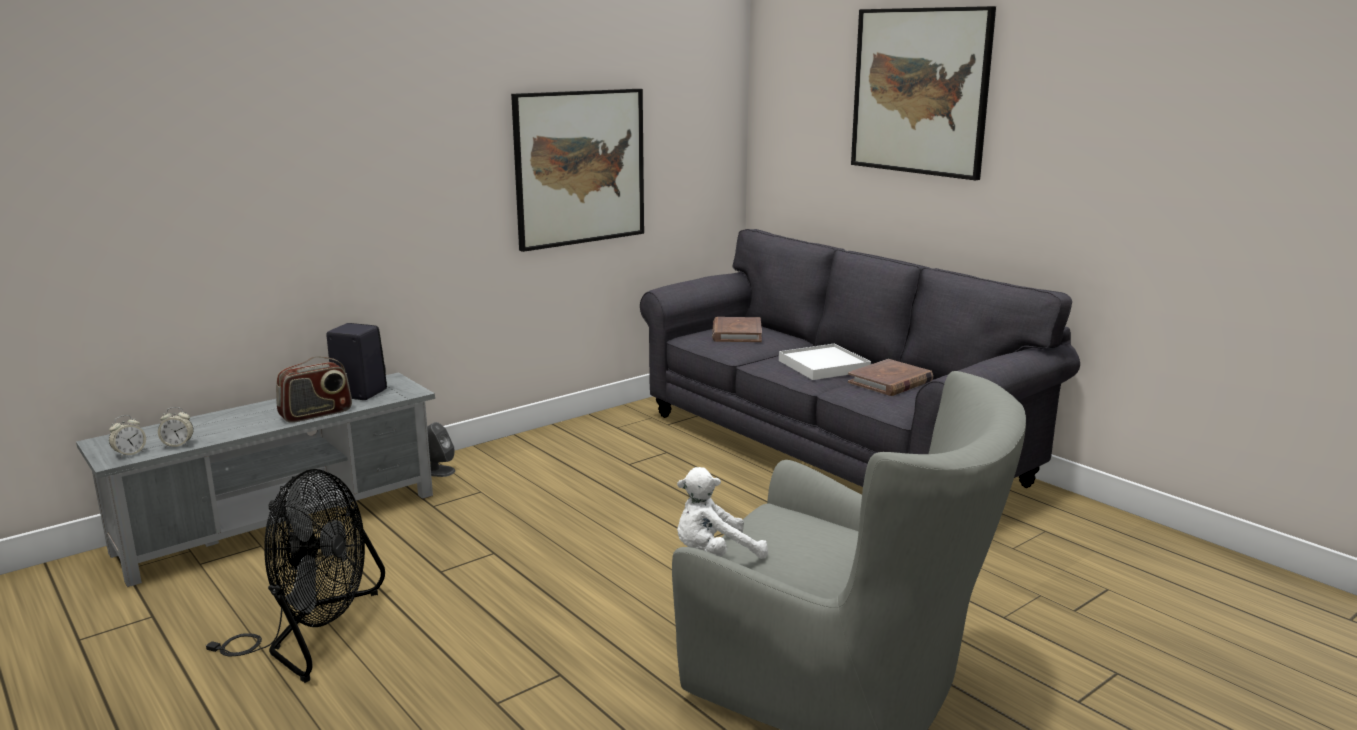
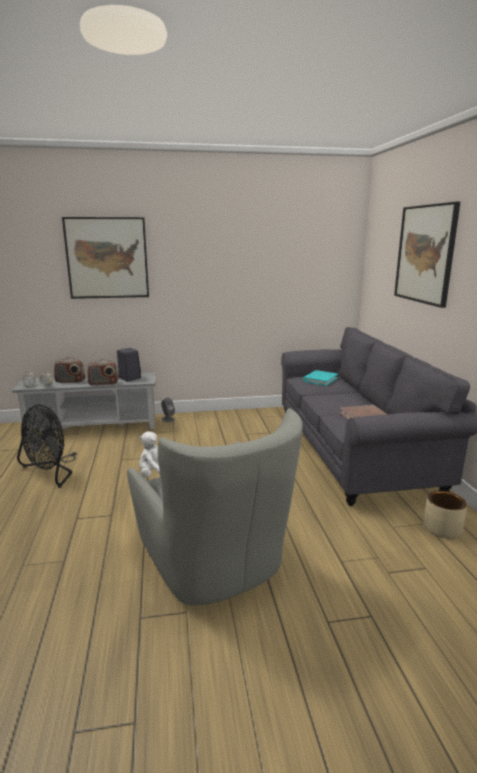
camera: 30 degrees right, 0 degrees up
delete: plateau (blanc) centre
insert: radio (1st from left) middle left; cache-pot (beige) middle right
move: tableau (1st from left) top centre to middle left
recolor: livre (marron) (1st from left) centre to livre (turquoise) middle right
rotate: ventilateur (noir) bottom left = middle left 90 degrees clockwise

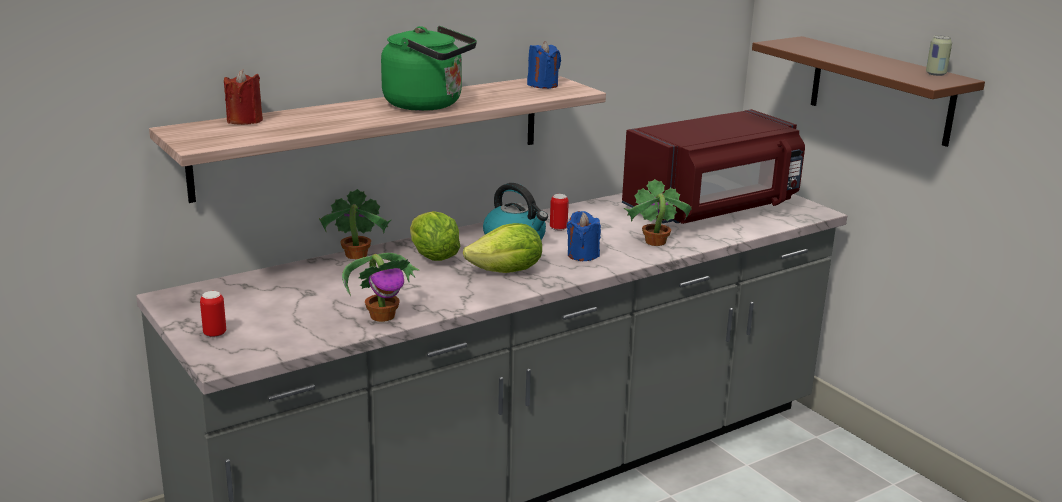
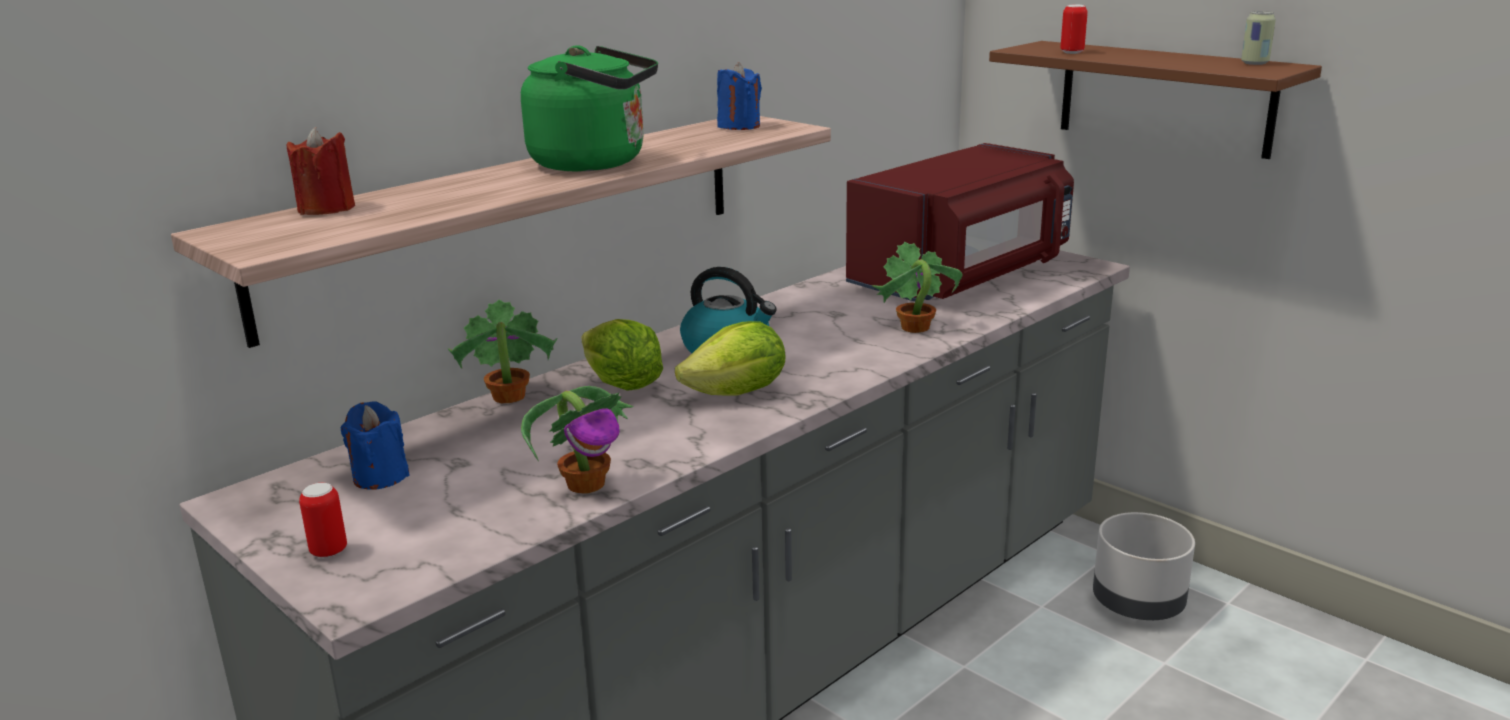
camera: 10 degrees left, 0 degrees up
insert: cache-pot (gris) bottom right
move: boîte métallique (2nd from left) centre to top right; bougie (bleu) (2nd from left in the first image) centre to bougie (bleu) (1st from left) middle left

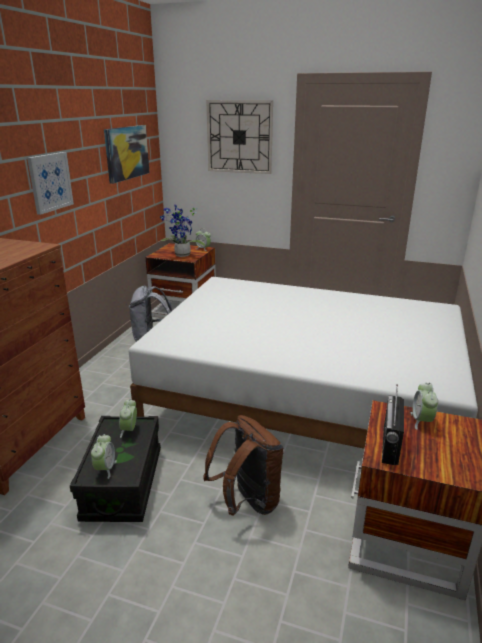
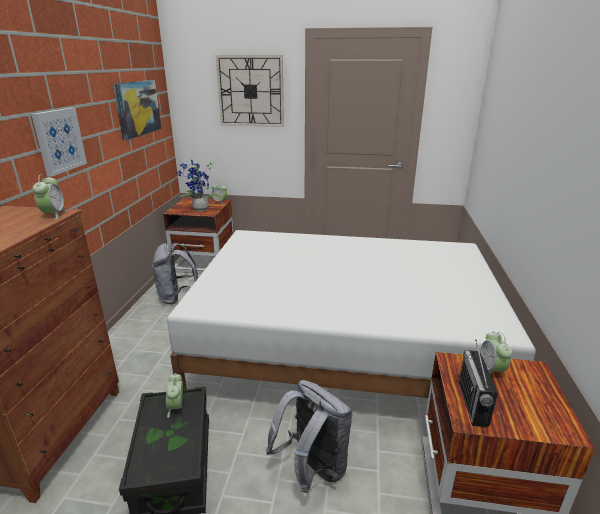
camera: 10 degrees left, 0 degrees up
move: réveil (1st from left) bottom left to middle left
recolor: sac à dos (marron) bottom centre to sac à dos (gris) (2nd from left) bottom centre

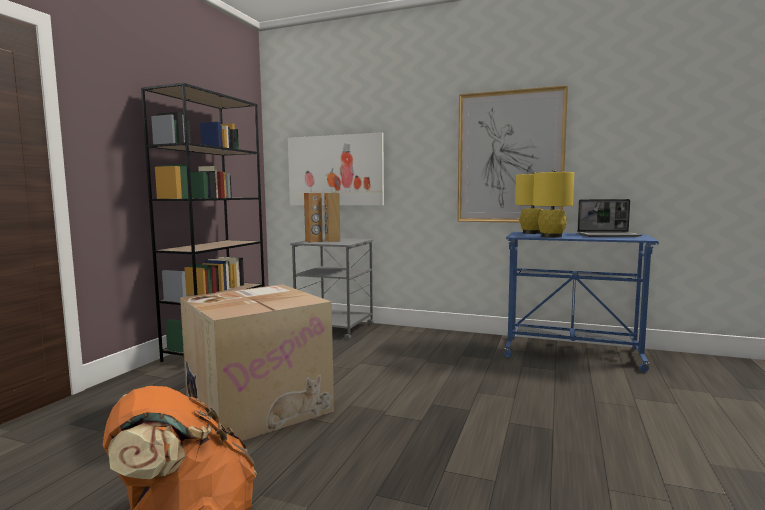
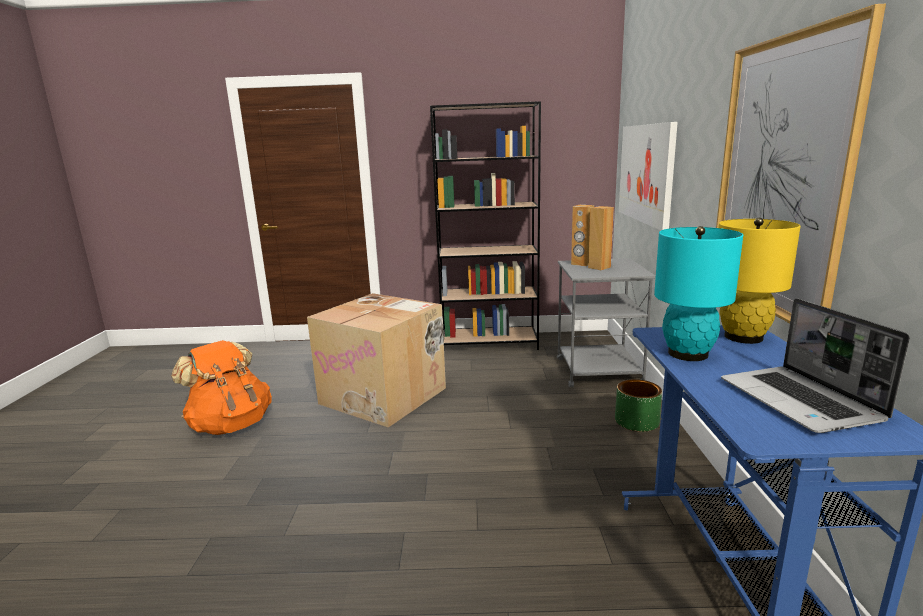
camera: 70 degrees right, 10 degrees up
insert: cache-pot (vert) middle right
recolor: lampe de table (jaune) (2nd from left) middle right to lampe de table (turquoise) middle right

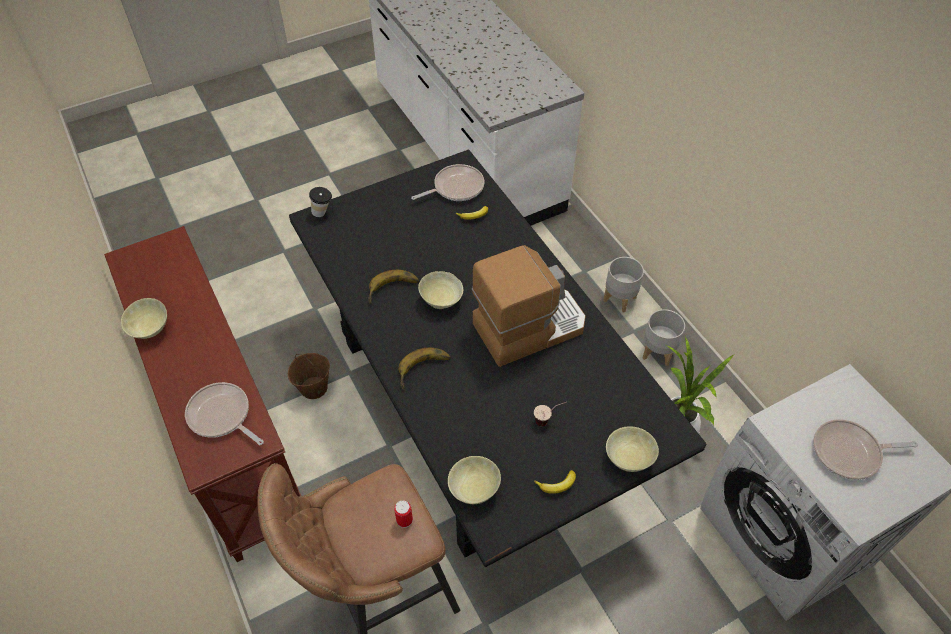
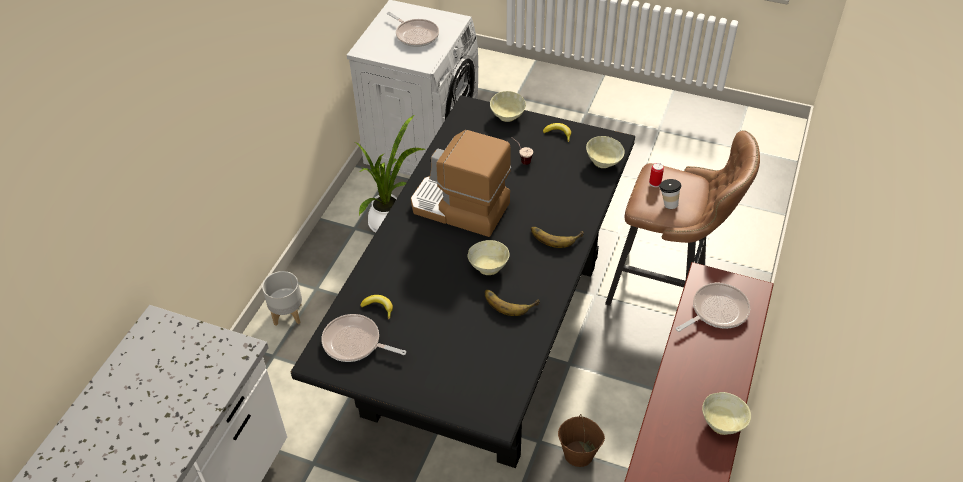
camera: 130 degrees left, 5 degrees down
delete: cache-pot (gris) (2nd from left) middle right
move: tasse (1st from left in the first image) top centre to tasse (2nd from left) middle right
rotate: poêle (1st from left in the first image) middle left = middle right 120 degrees counterclockwise

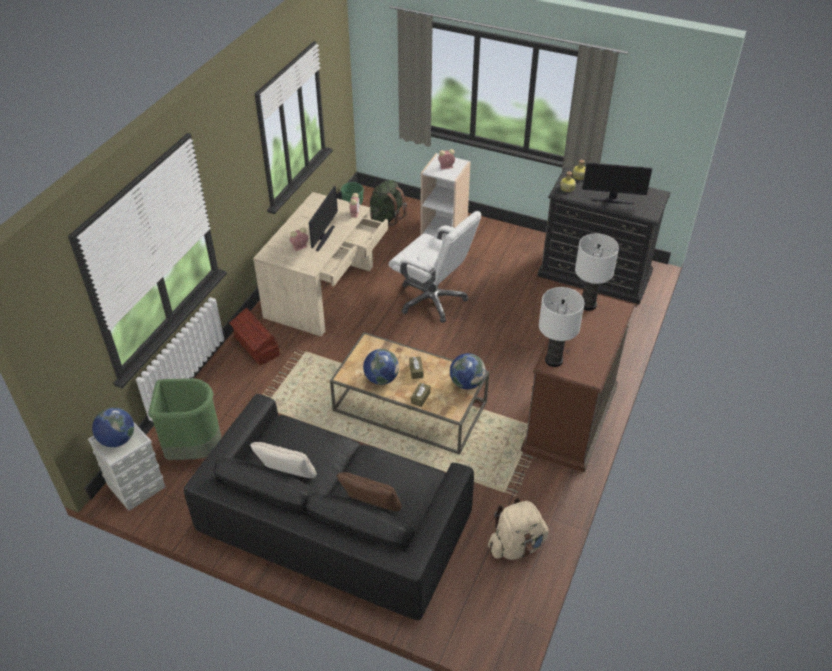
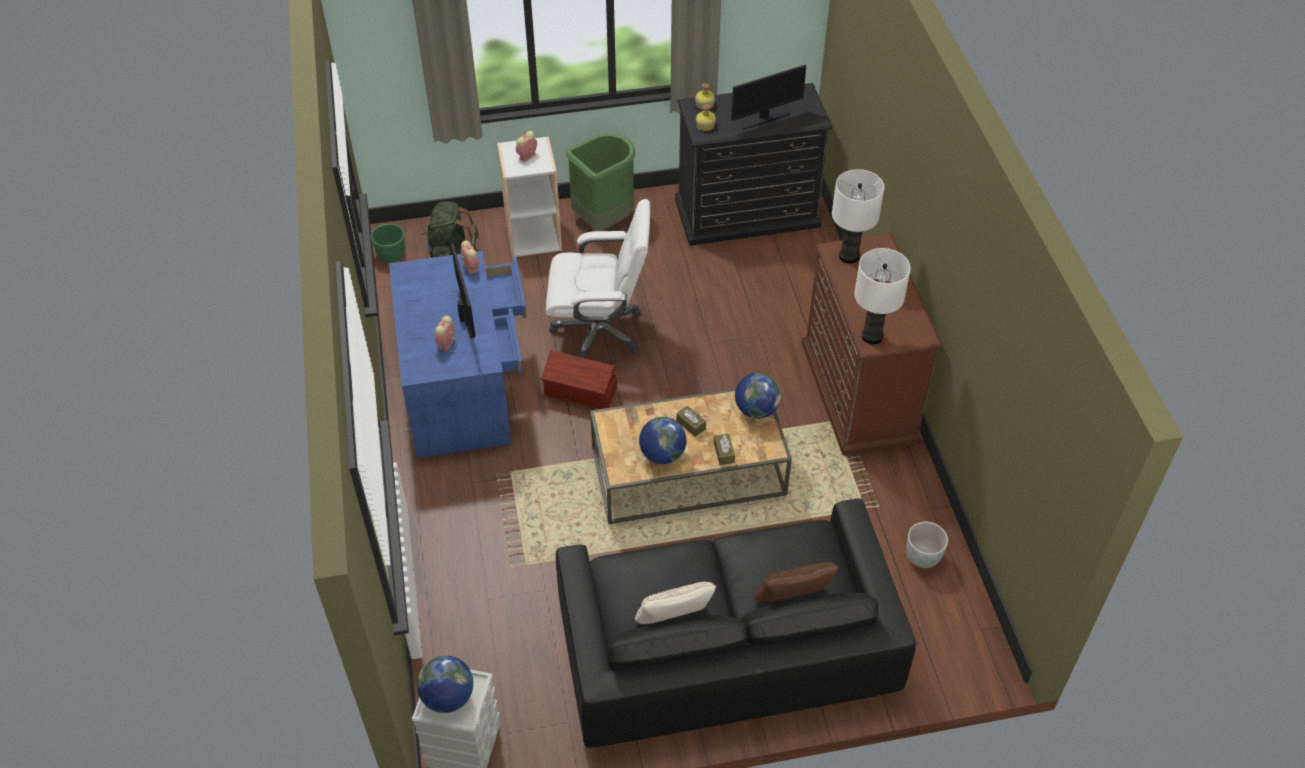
camera: 35 degrees left, 5 degrees up
move: poubelle (vert) middle left to top centre; boîte de rangement (marron) middle left to centre
replace: sac à dos (beige) bottom centre to cache-pot (gris) bottom right
recolor: bureau (beige) centre to bureau (bleu) centre

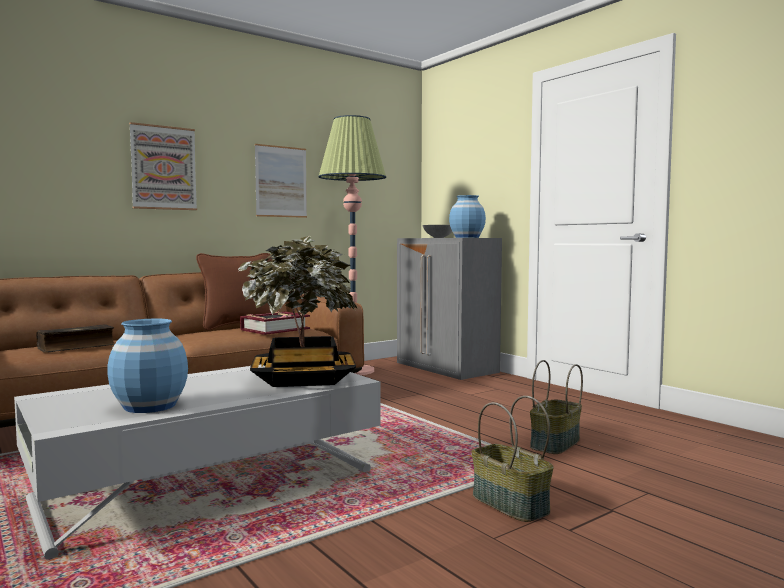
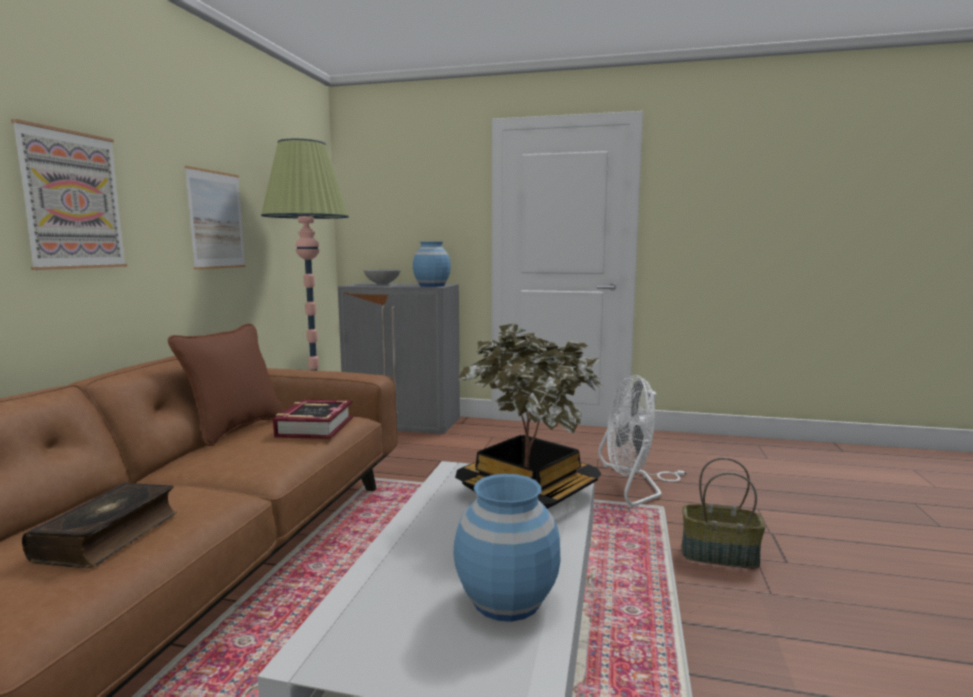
camera: 40 degrees left, 5 degrees up
replace: panier (2nd from left) bottom right to ventilateur (blanc) centre

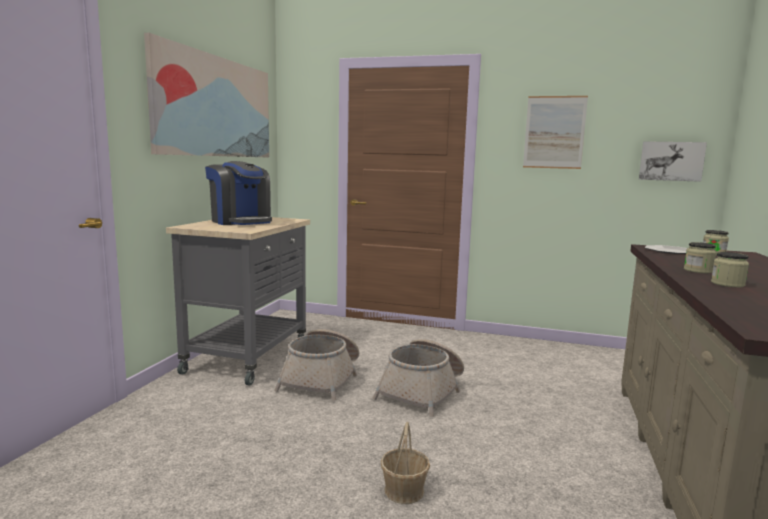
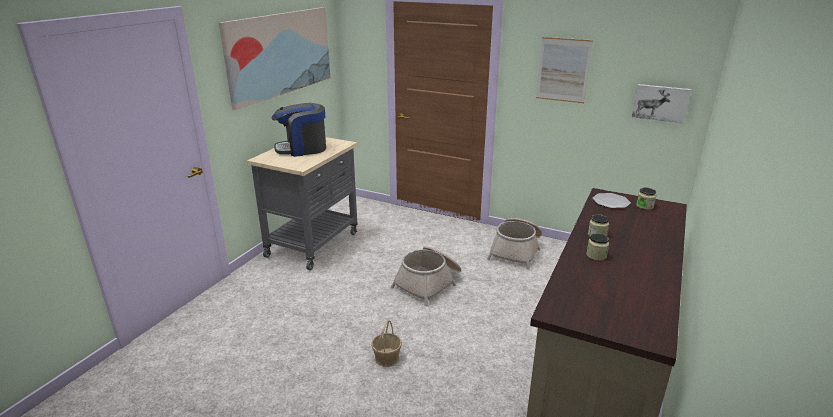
camera: 10 degrees right, 15 degrees up
move: panier (1st from left in the first image) bottom centre to panier (3rd from left) centre
rotate: machine à café middle left = top centre 105 degrees clockwise

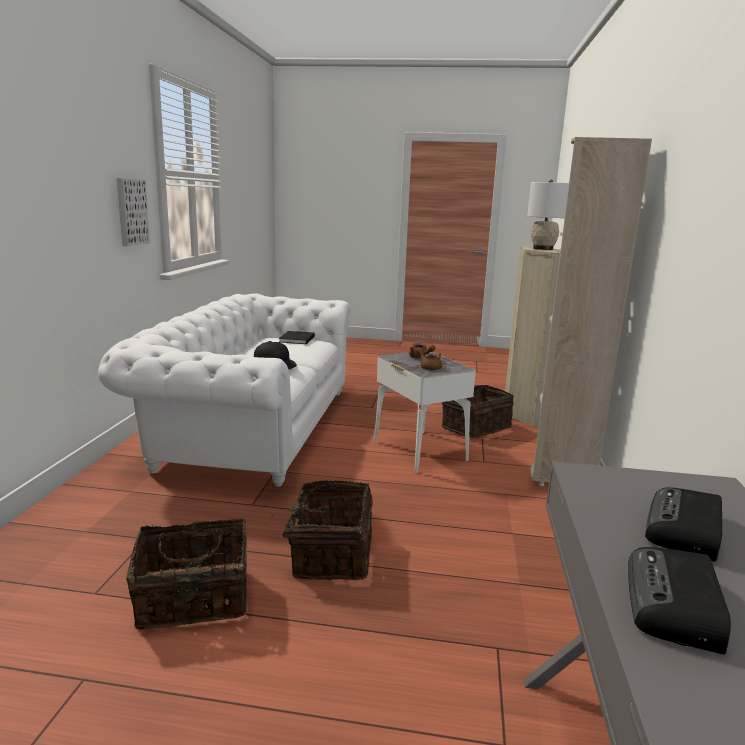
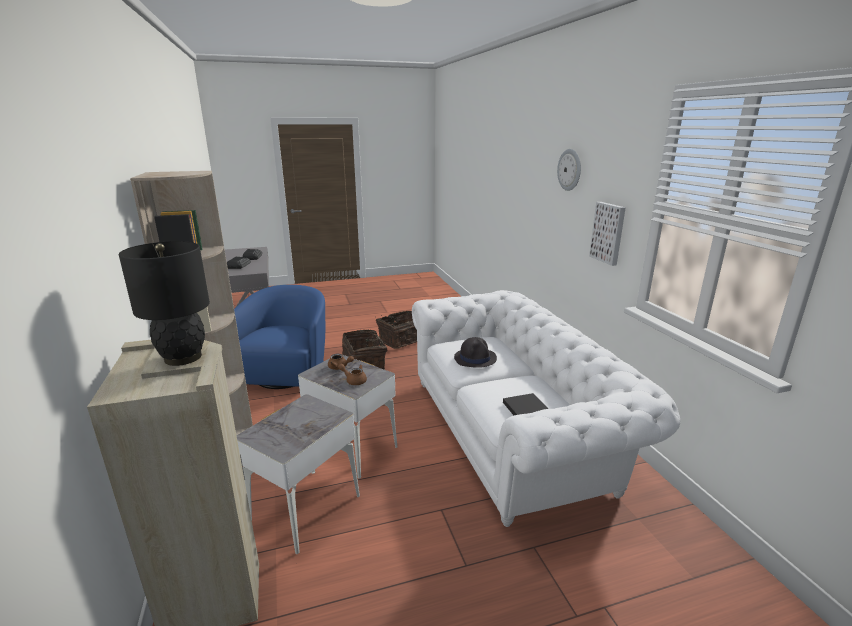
camera: 155 degrees right, 5 degrees up
insert: fauteuil (bleu) middle left; horloge murale top right
replace: panier (3rd from left) centre to table d'appoint (1st from left) bottom centre
recolor: lampe de table (blanc) top right to lampe de table (noir) middle left

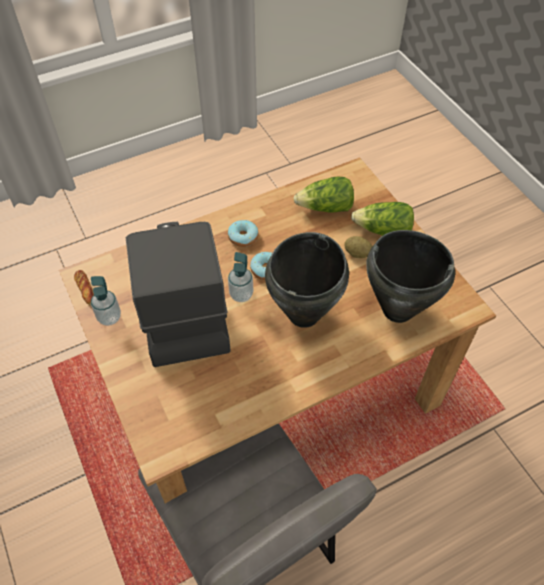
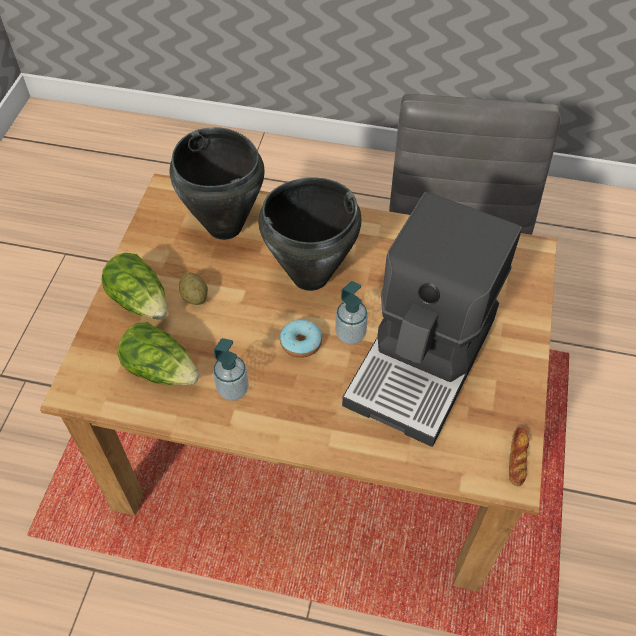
camera: 140 degrees left, 0 degrees up
delete: beignet (1st from left) centre
move: distributeur de savon (1st from left) middle left to centre

